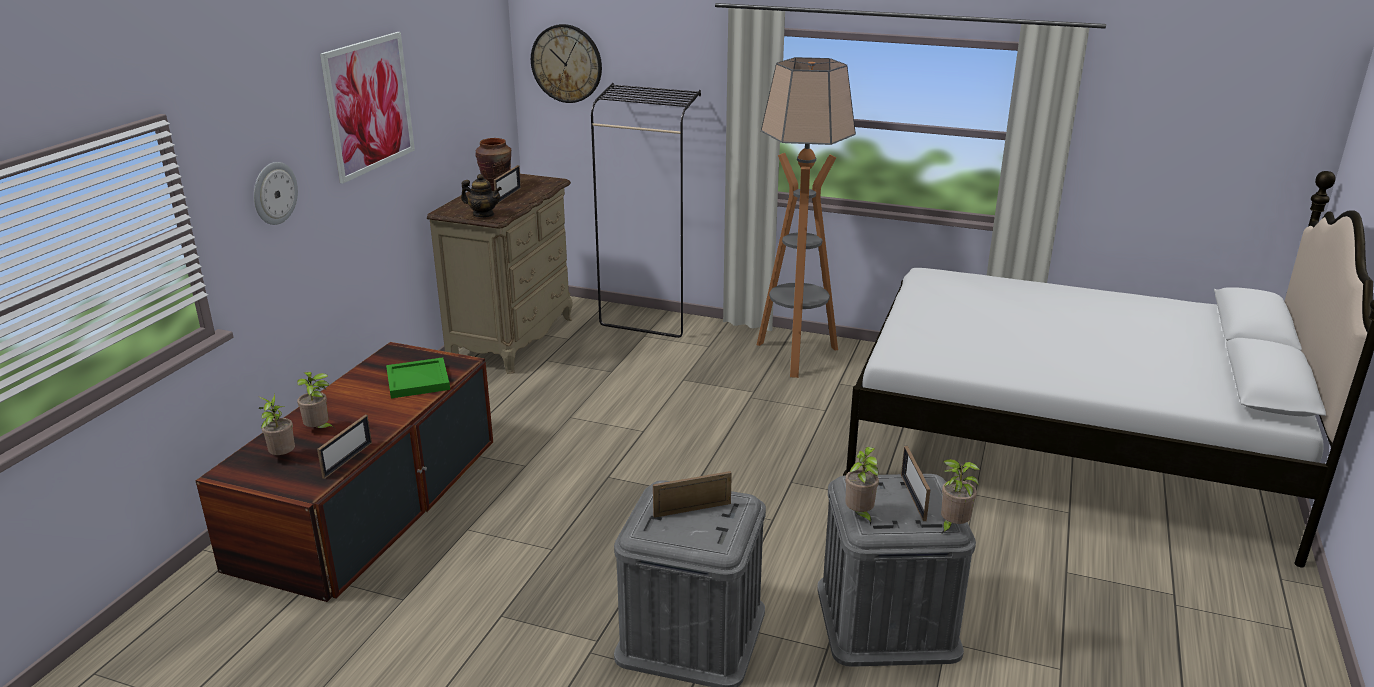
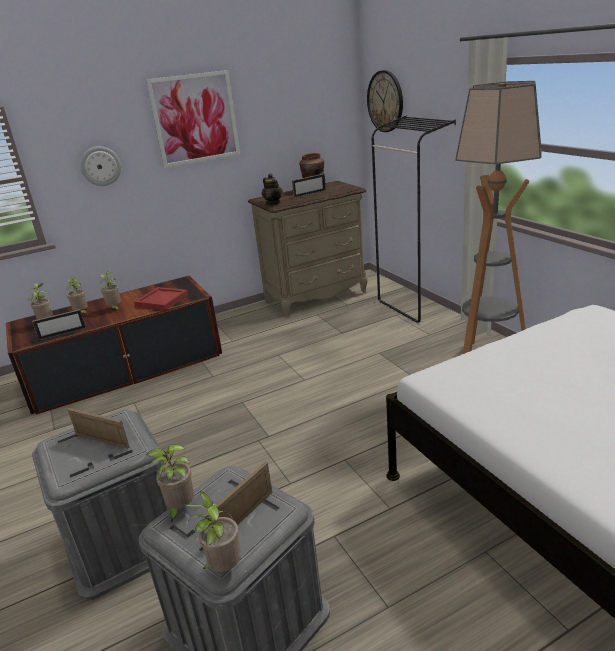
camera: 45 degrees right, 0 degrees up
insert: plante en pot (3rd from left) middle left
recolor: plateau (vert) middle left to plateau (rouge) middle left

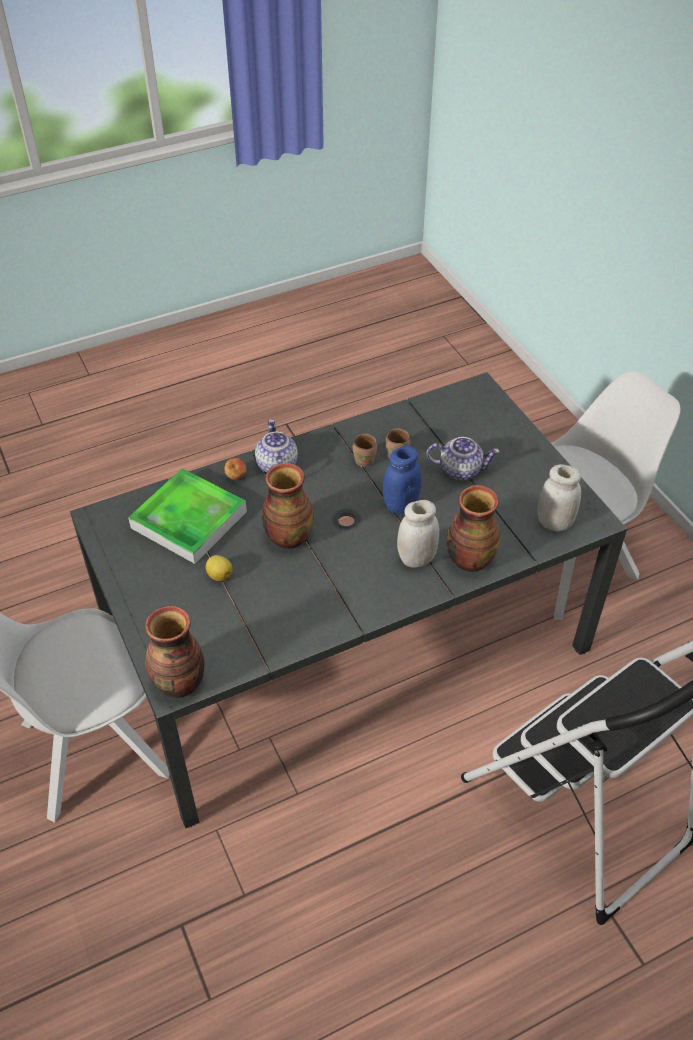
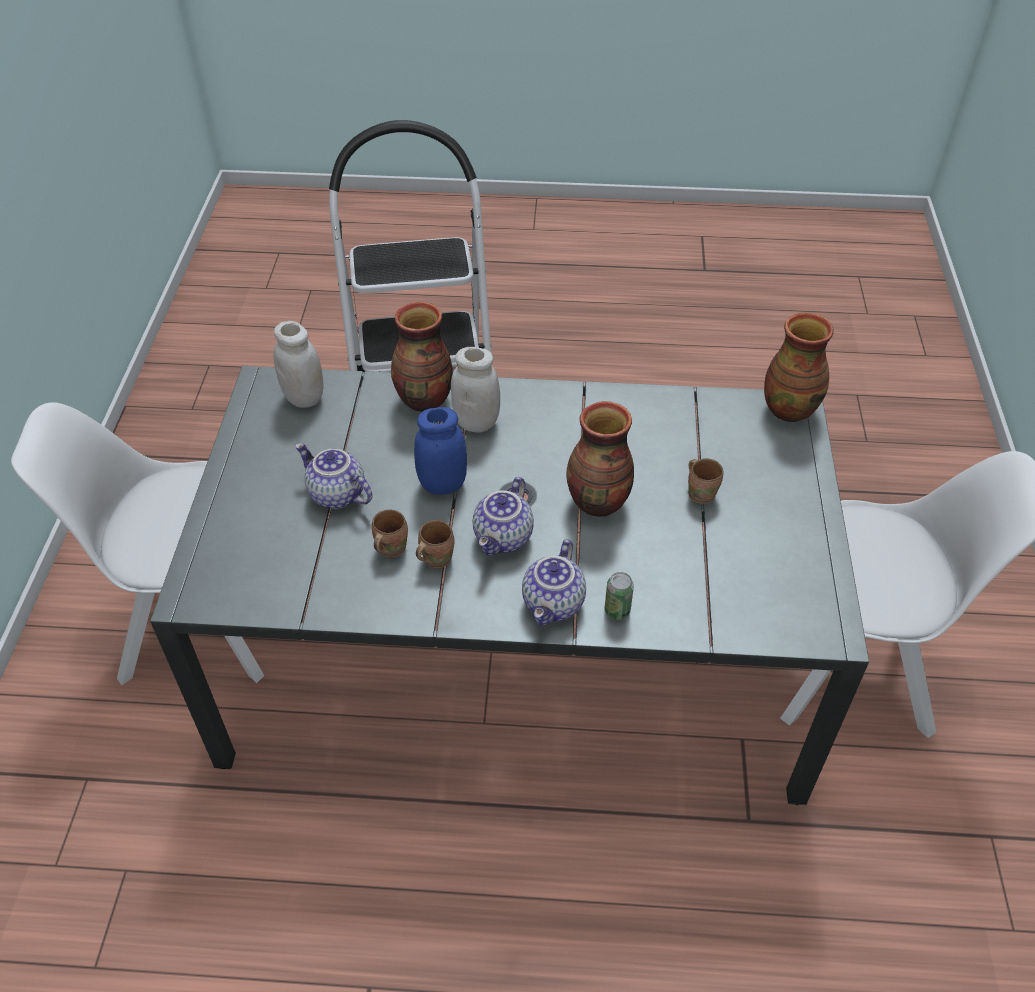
camera: 150 degrees left, 0 degrees up
delete: plateau middle left
insert: théière (2nd from left) centre
replace: citron middle left to mug (marron) (3rd from left) middle right; pomme centre to boîte métallique centre

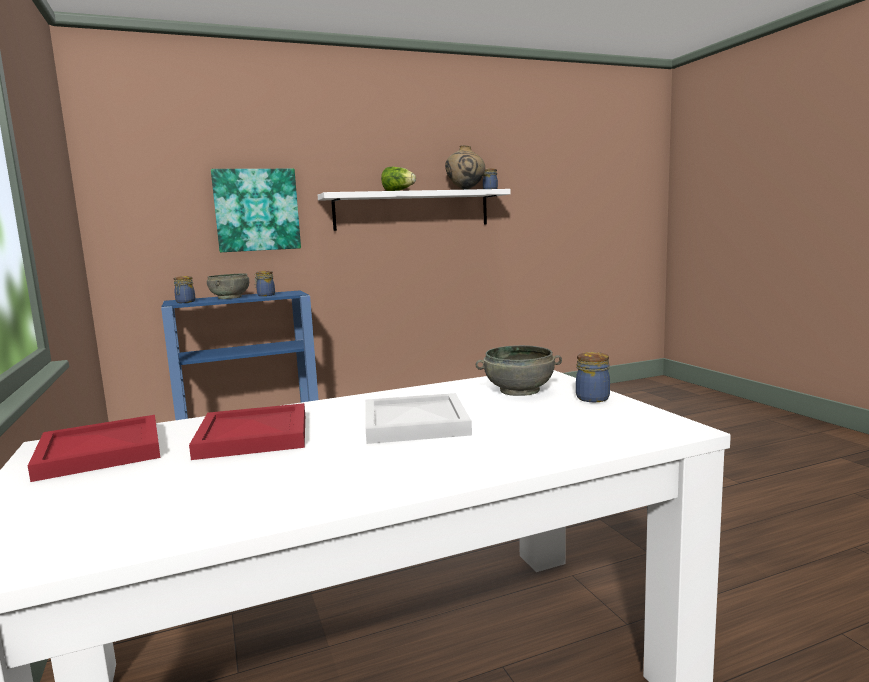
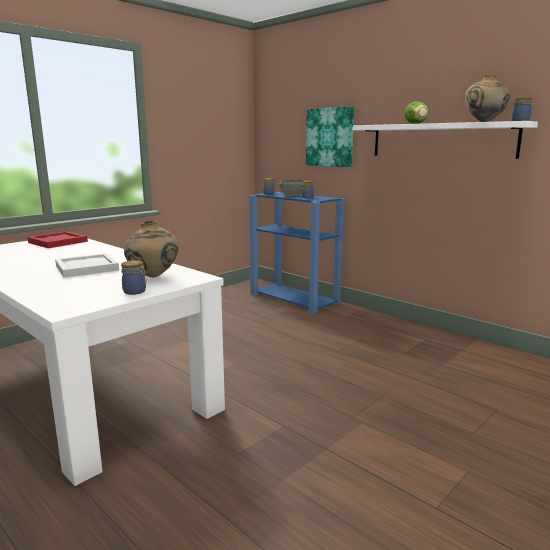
camera: 65 degrees right, 5 degrees up
delete: plateau (rouge) (2nd from left) middle left
replace: bol (gris) (2nd from left) centre to vase (beige) (1st from left) middle left

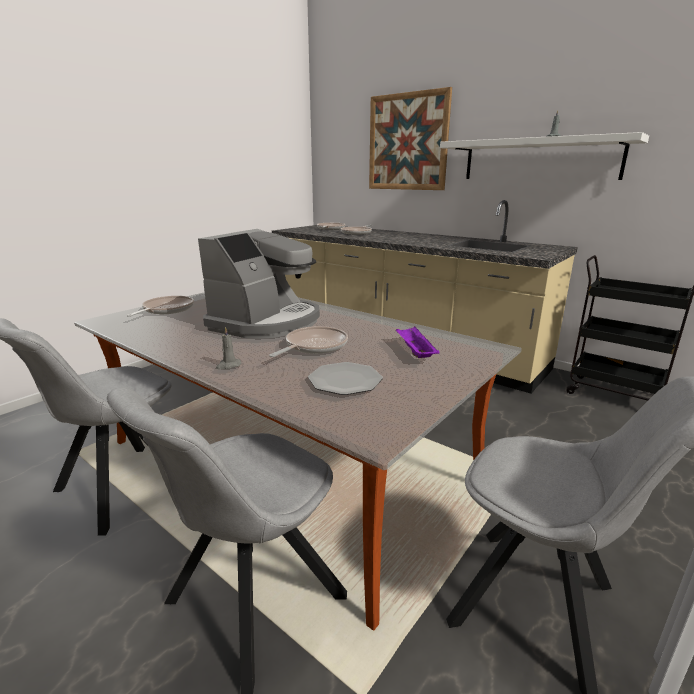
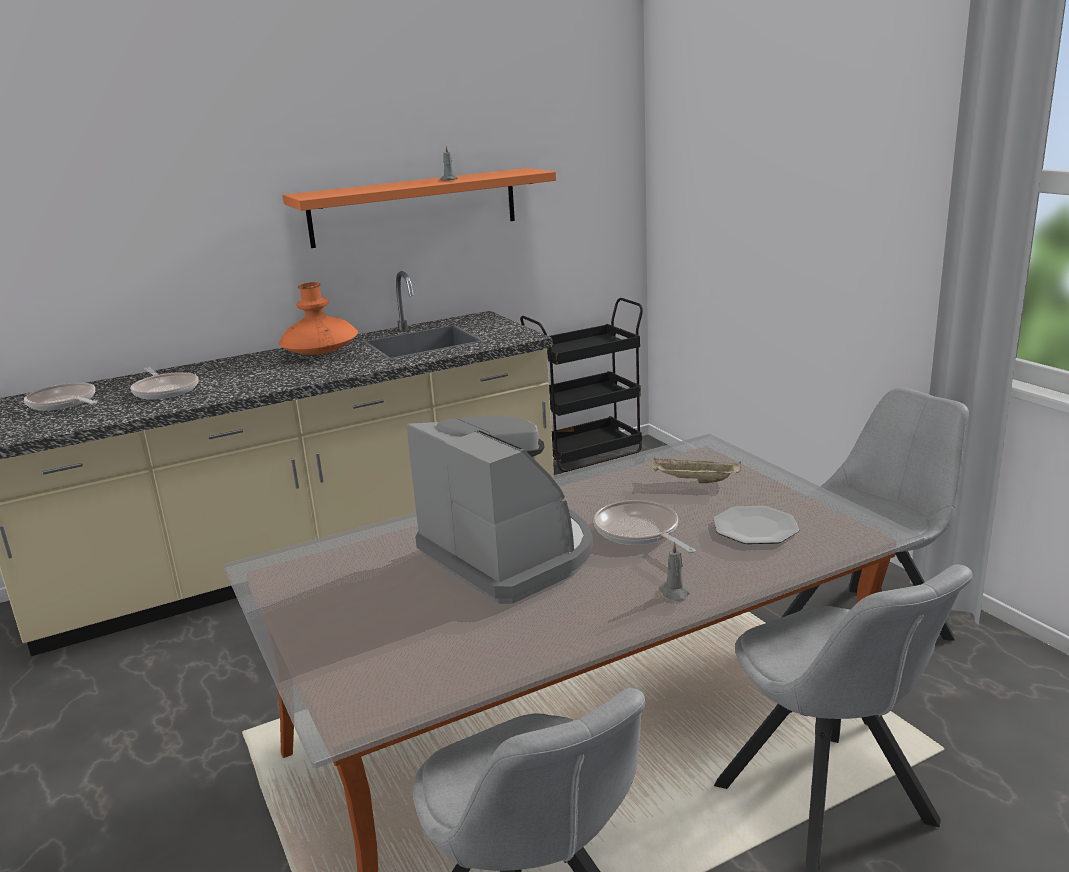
camera: 65 degrees left, 0 degrees up
delete: poêle (1st from left) middle left; tableau top centre
insert: vase (orange) middle left
recolor: plateau (violet) centre to plateau (beige) centre; étagère (blanc) top right to étagère (orange) top centre

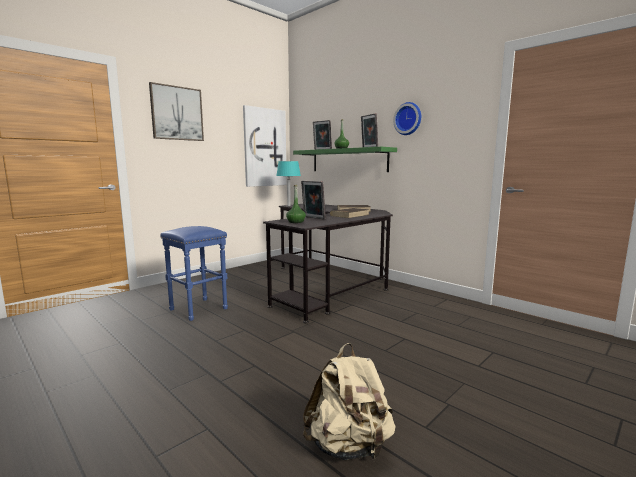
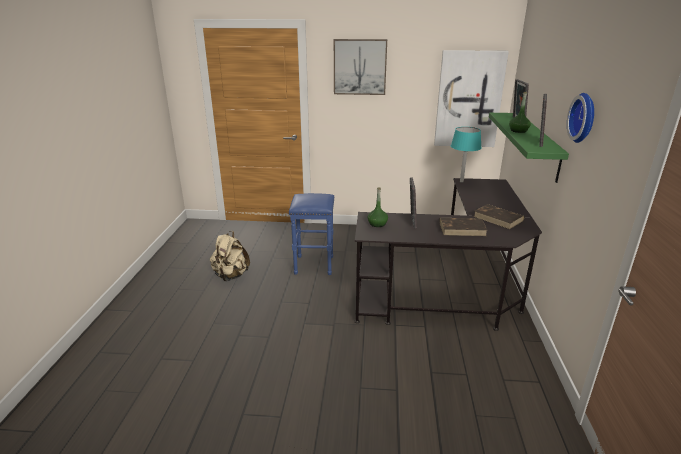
camera: 50 degrees right, 15 degrees up
move: sac à dos (beige) bottom centre to centre

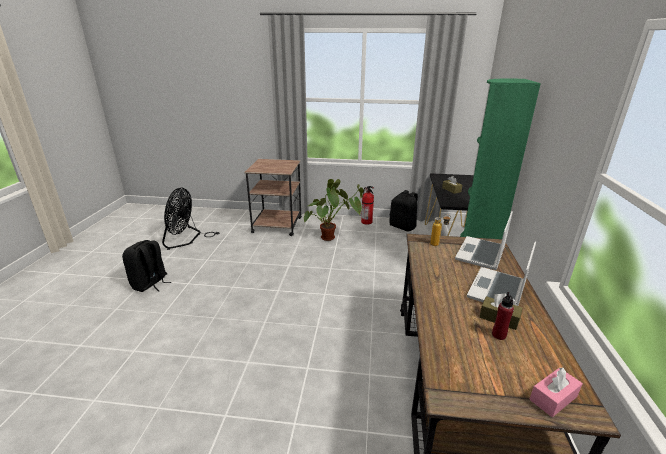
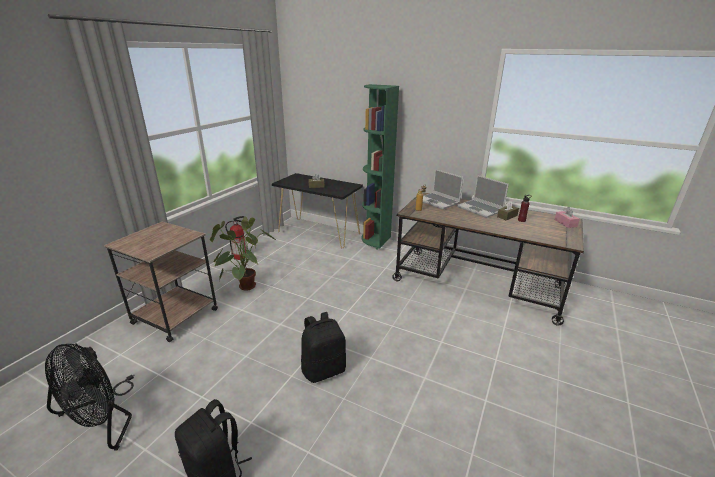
camera: 70 degrees left, 0 degrees up
move: sac à dos (noir) (2nd from left) centre to bottom centre

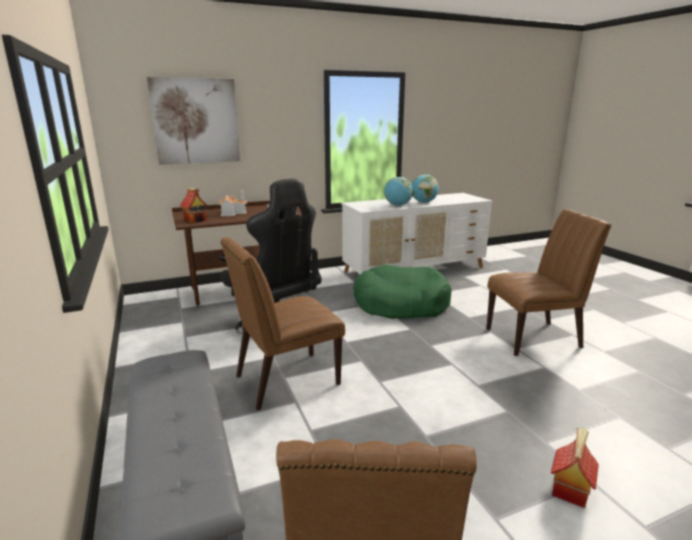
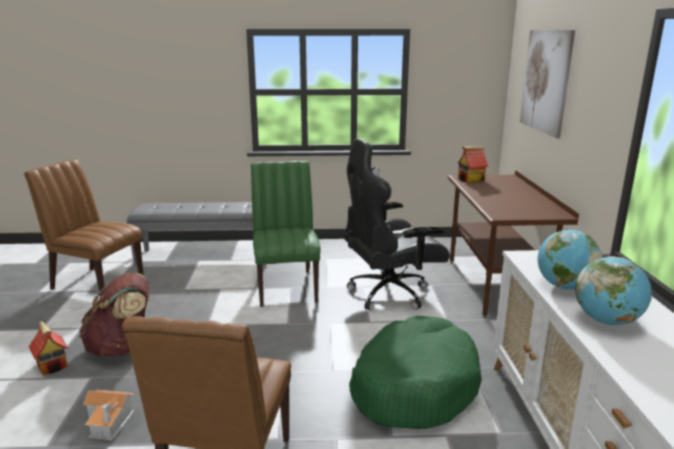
camera: 110 degrees right, 0 degrees up
insert: sac à dos (marron) bottom left
move: maison miniature (2nd from left) centre to bottom left
recolor: chaise (marron) (1st from left) centre to chaise (vert) centre

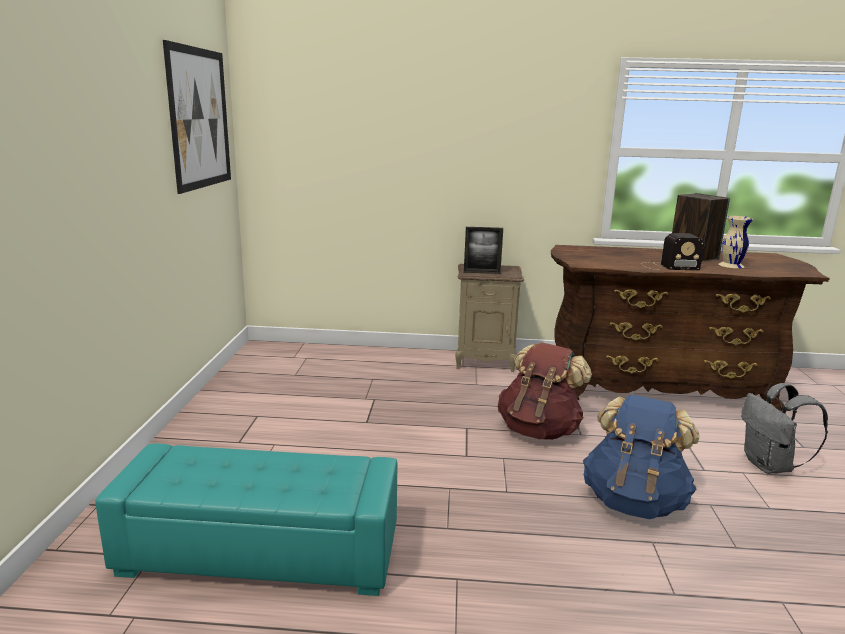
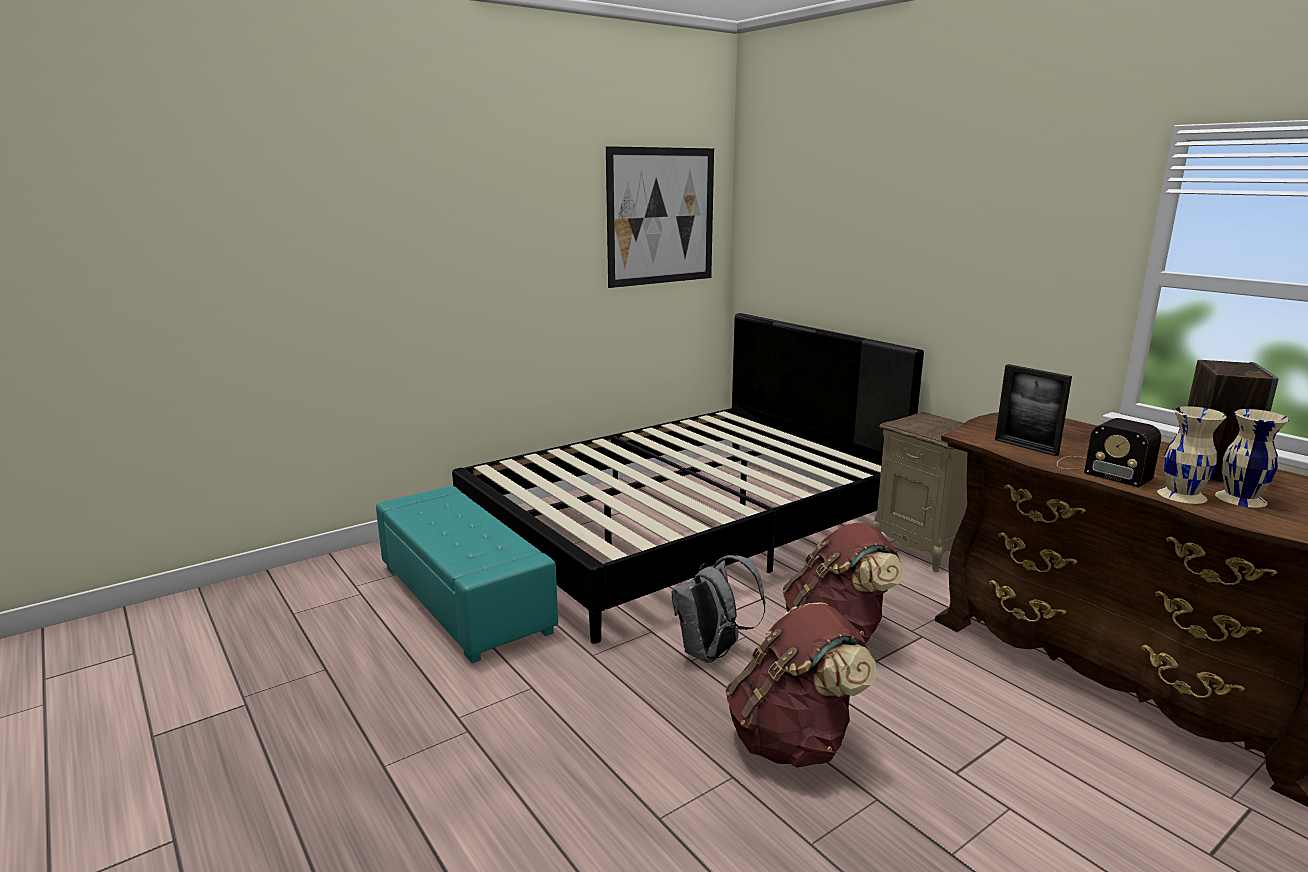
camera: 50 degrees right, 0 degrees up
insert: lit (noir) centre; vase (beige) (1st from left) middle right
move: cadre photo centre to middle right; sac à dos (gris) bottom right to bottom centre
recolor: sac à dos (bleu) bottom right to sac à dos (marron) (1st from left) bottom centre

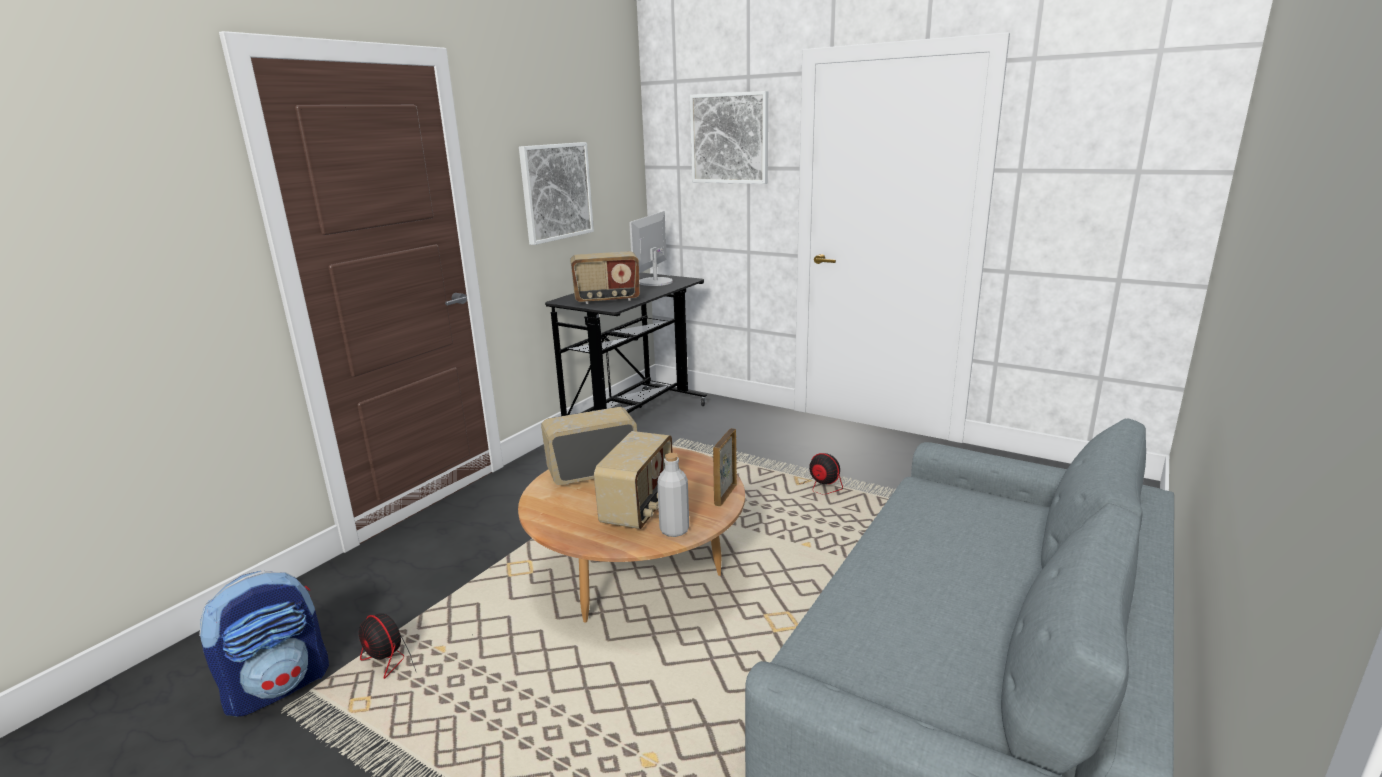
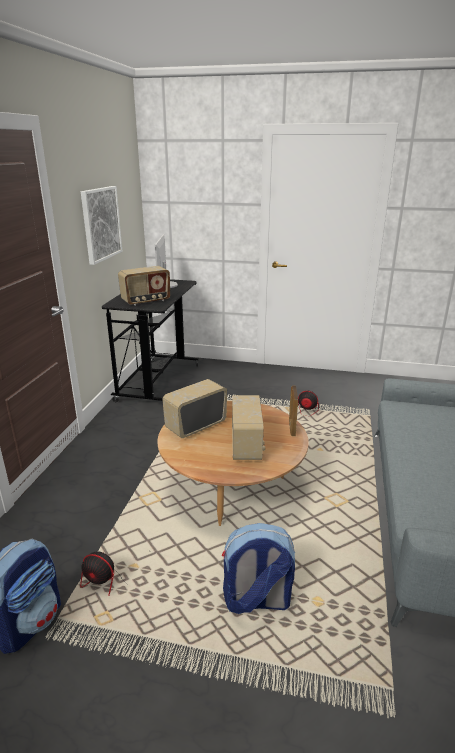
camera: 20 degrees left, 5 degrees up
delete: bouteille (gris) centre; tableau (2nd from left) top centre
insert: sac à dos (2nd from left) bottom centre

